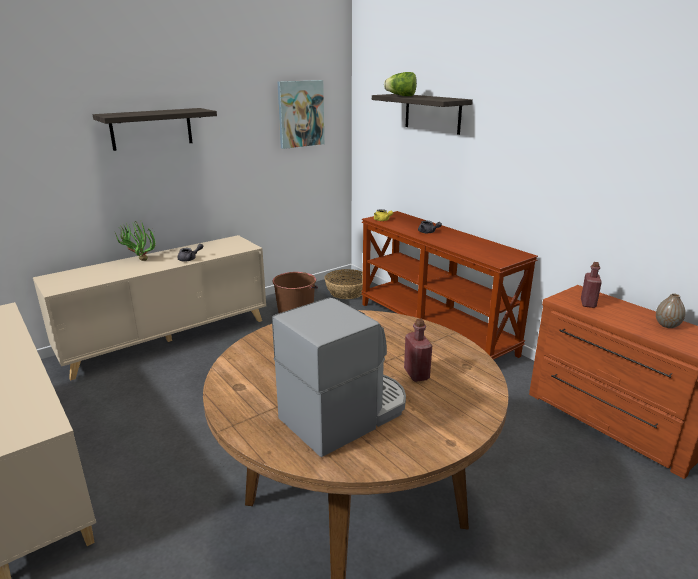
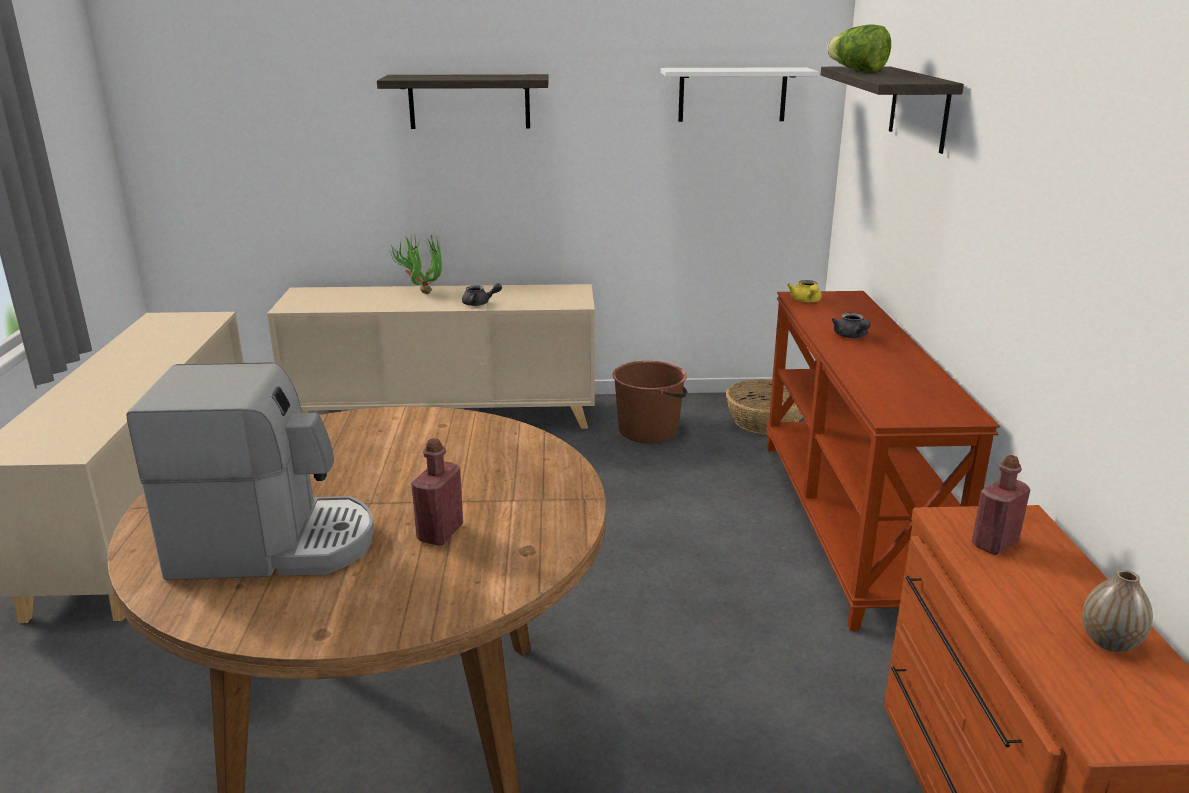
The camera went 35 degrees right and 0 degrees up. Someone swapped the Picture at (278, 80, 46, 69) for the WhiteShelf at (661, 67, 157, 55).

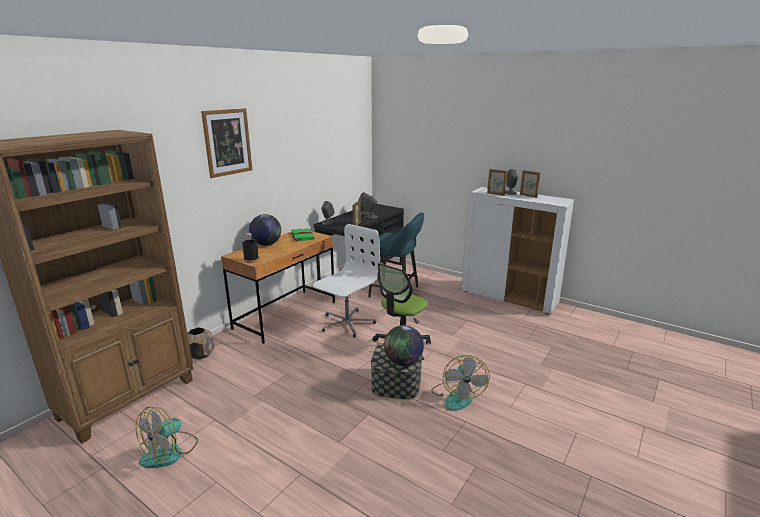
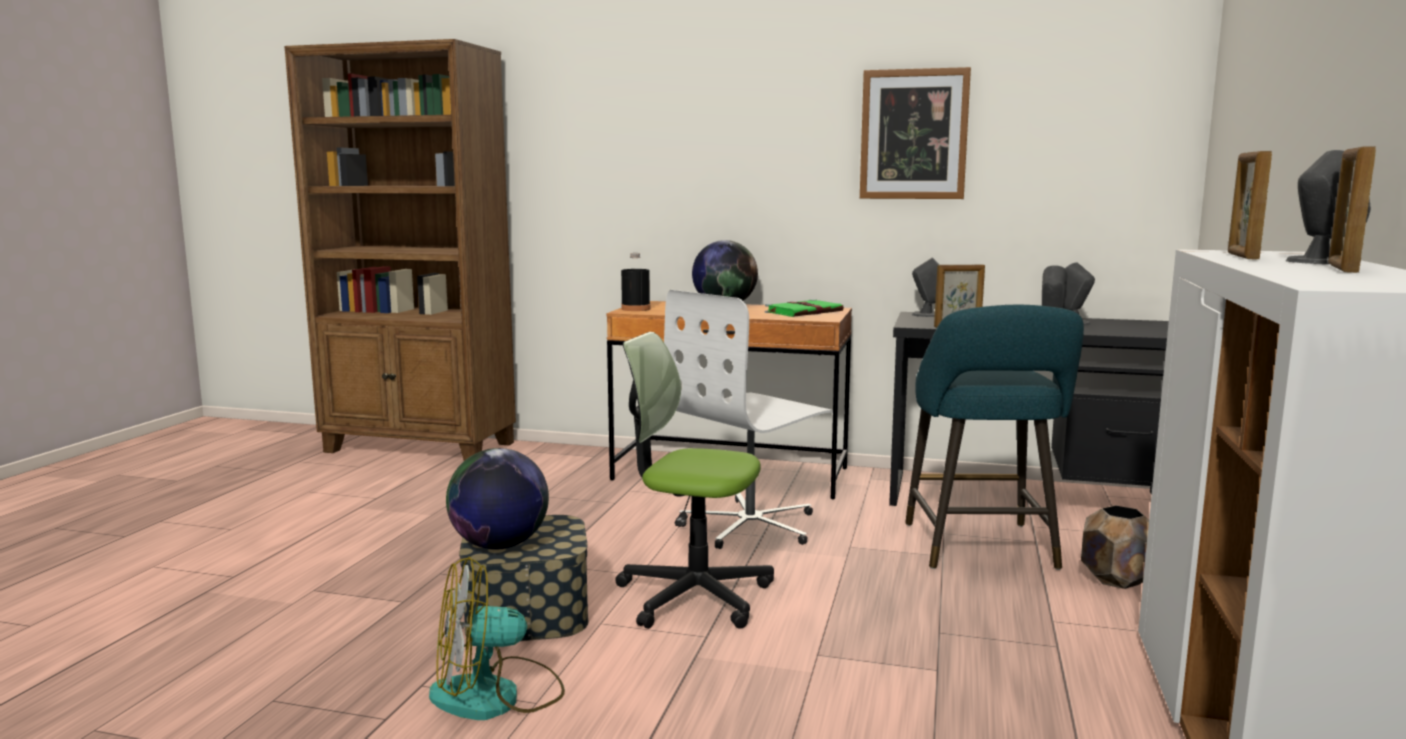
The camera went 70 degrees right and 10 degrees down. Someone carried the Picture from (201, 108, 51, 70) to (860, 67, 111, 132). Someone rotated the WhiteOfficeChair at (313, 224, 67, 113) by 120 degrees clockwise. Someone carried the BrownPlanter from (187, 327, 28, 33) to (1081, 505, 68, 84). Someone took away the Fan at (136, 407, 62, 61).

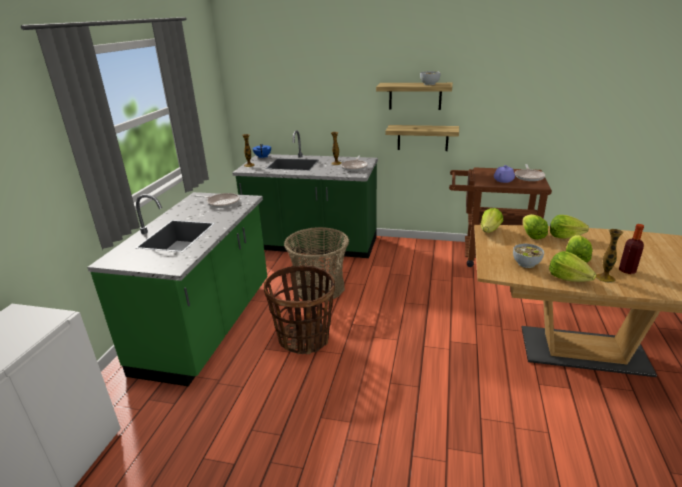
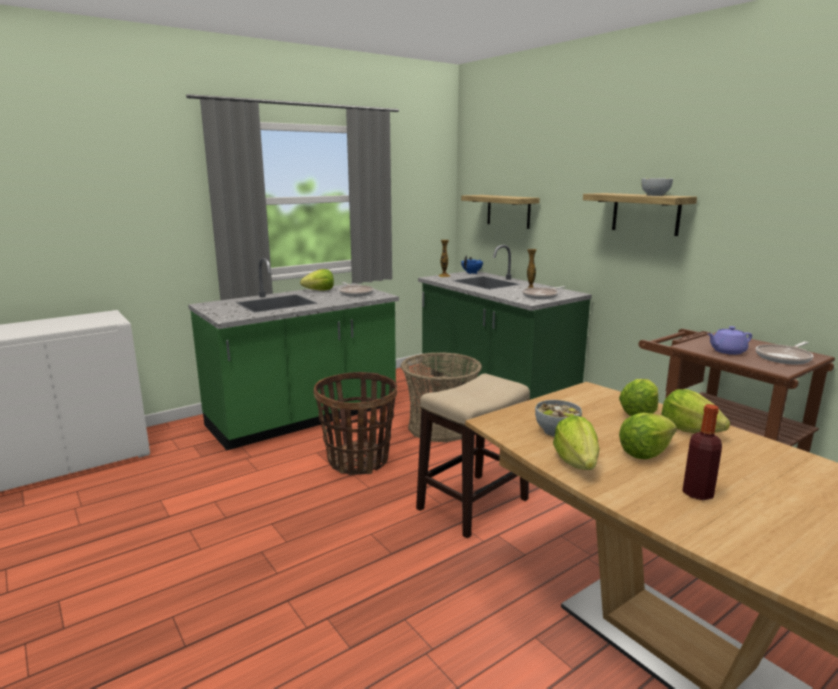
The camera went 40 degrees right and 10 degrees down. Someone carried the Shelf from (386, 125, 73, 26) to (461, 195, 79, 34). Someone carried the Lettuce from (481, 208, 22, 25) to (300, 269, 34, 22). Someone took away the Vase at (596, 229, 28, 54). Someone put down the Stool at (416, 373, 114, 165).

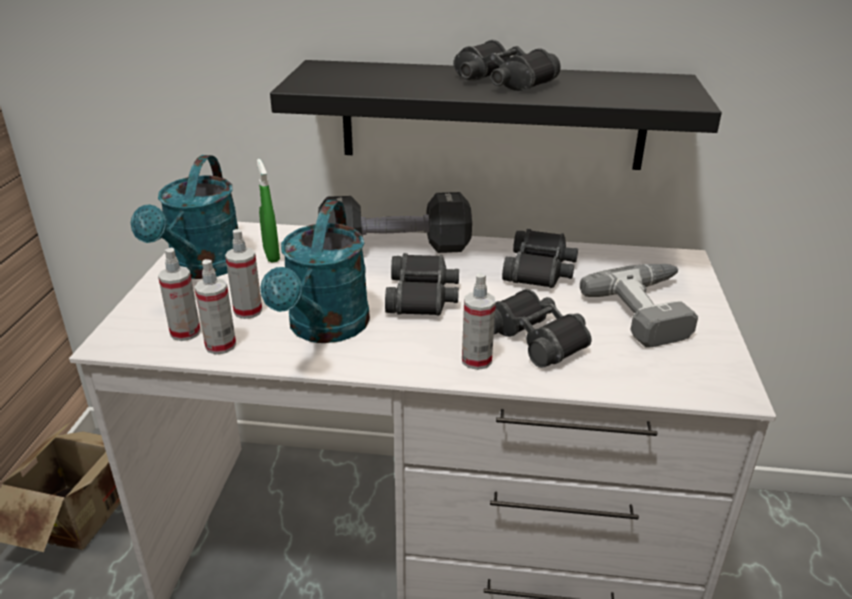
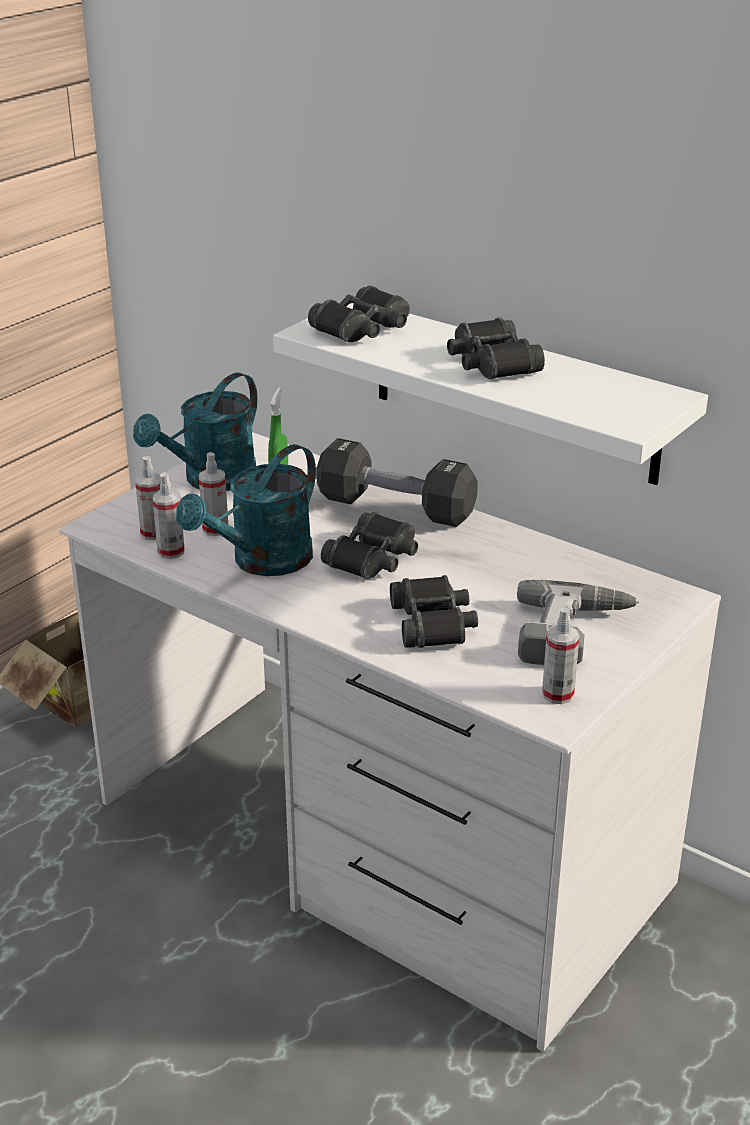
The camera went 30 degrees right and 0 degrees up. Someone repainted the BlackShelf at (270, 60, 452, 110), which became the WhiteShelf at (273, 303, 435, 182). Someone carried the BlackBinoculars from (502, 229, 76, 59) to (308, 286, 102, 56). Someone carried the SprayBottle from (462, 272, 34, 98) to (542, 607, 38, 97).

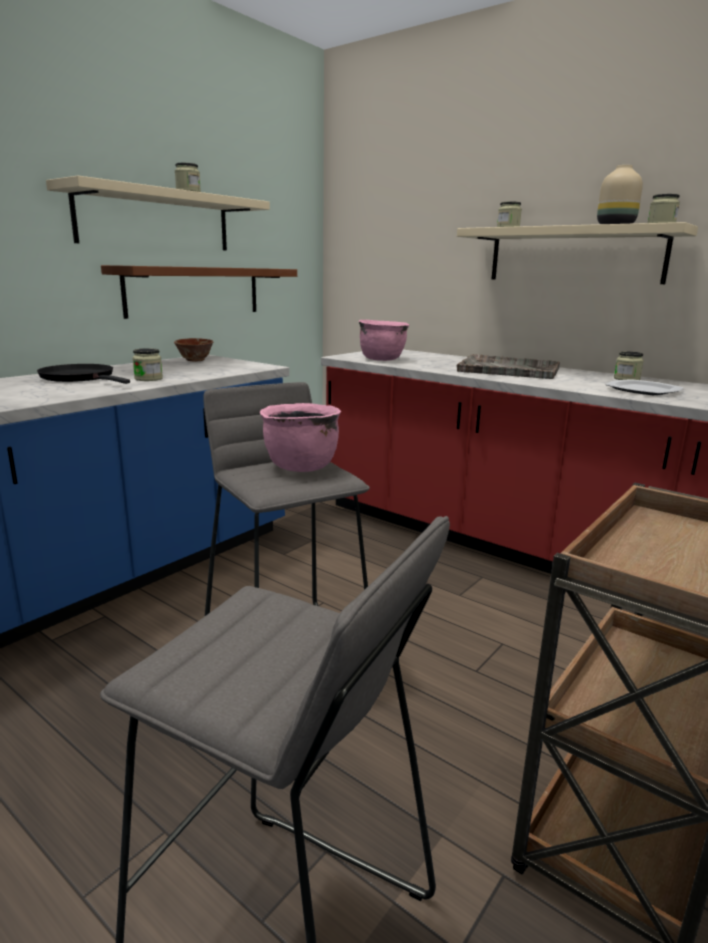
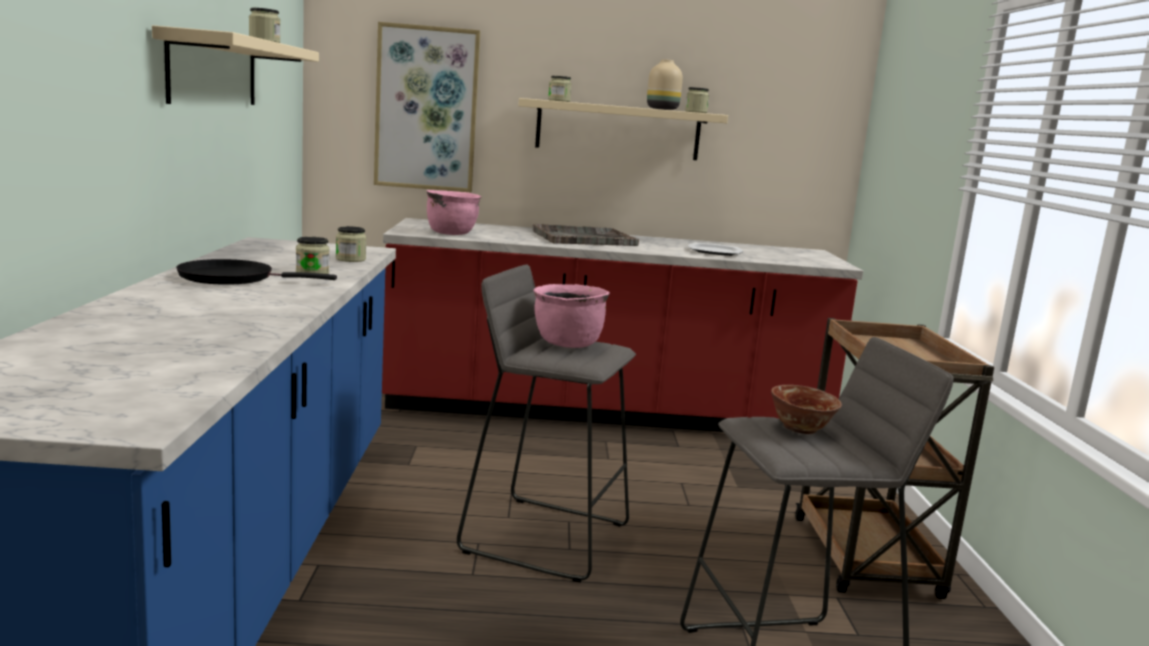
The camera went 40 degrees left and 5 degrees down. Someone took away the BrownShelf at (101, 265, 196, 54). Someone carried the Bowl from (174, 338, 39, 24) to (771, 385, 71, 49). Someone carried the Jar from (614, 351, 30, 29) to (336, 226, 31, 36). Someone put up the Picture at (374, 22, 106, 170).

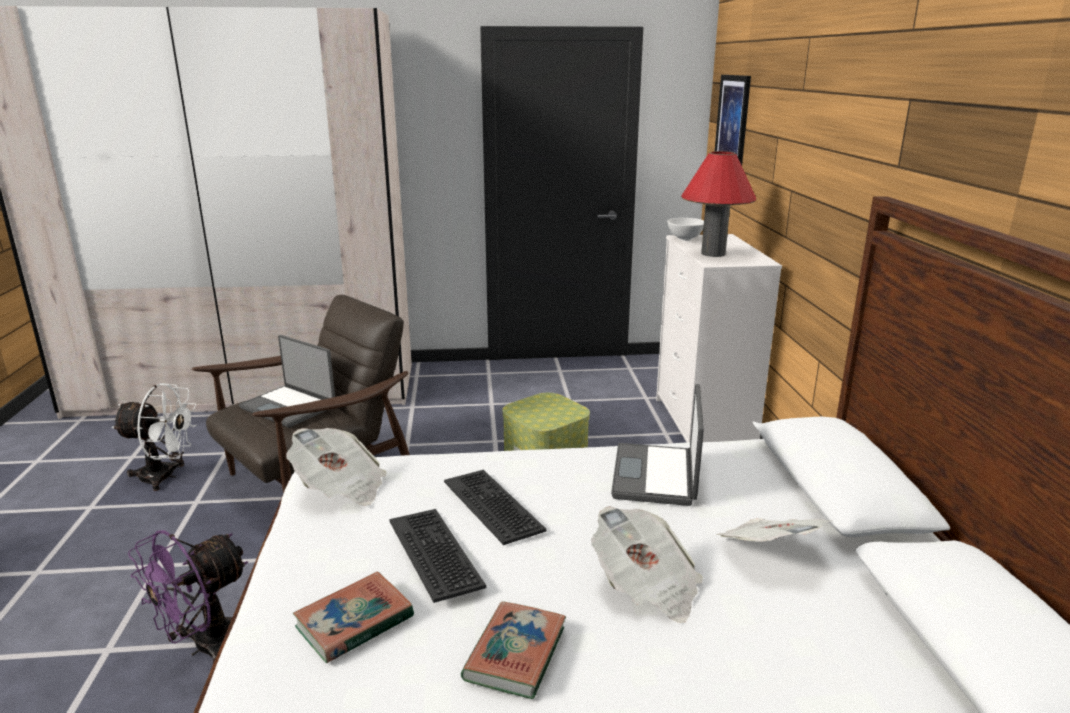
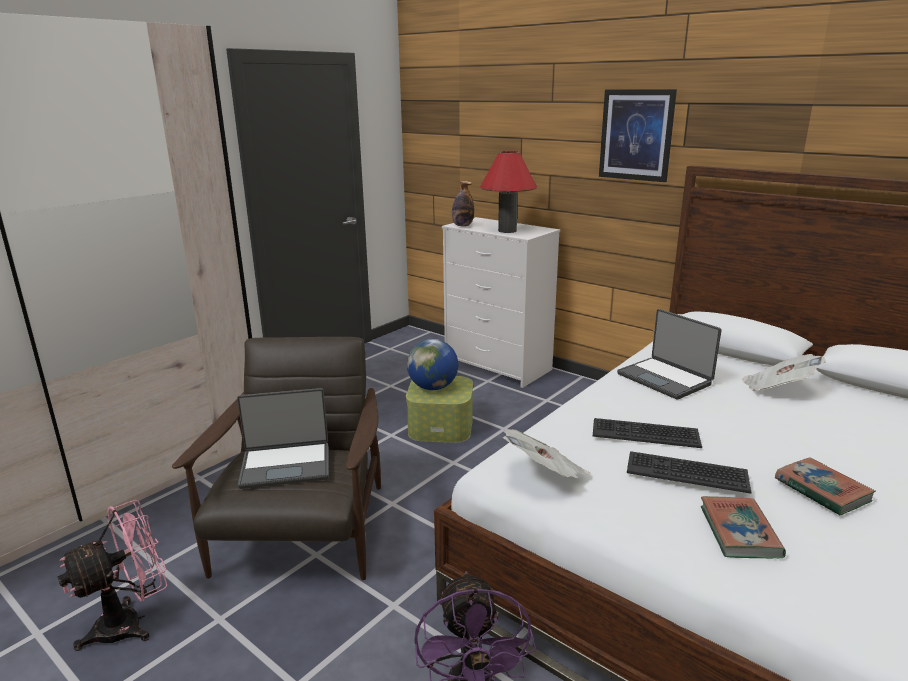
The camera went 45 degrees left and 0 degrees up. Someone carried the Picture from (715, 75, 36, 90) to (599, 89, 78, 93). Someone swapped the WhiteBowl at (667, 218, 37, 23) for the Bottle at (452, 181, 22, 46). Someone repainted the WhiteFan at (112, 383, 85, 108), which became the PinkFan at (57, 500, 110, 151). Someone took away the Newspaper at (591, 506, 112, 117). Someone put down the Globe at (407, 339, 51, 51).

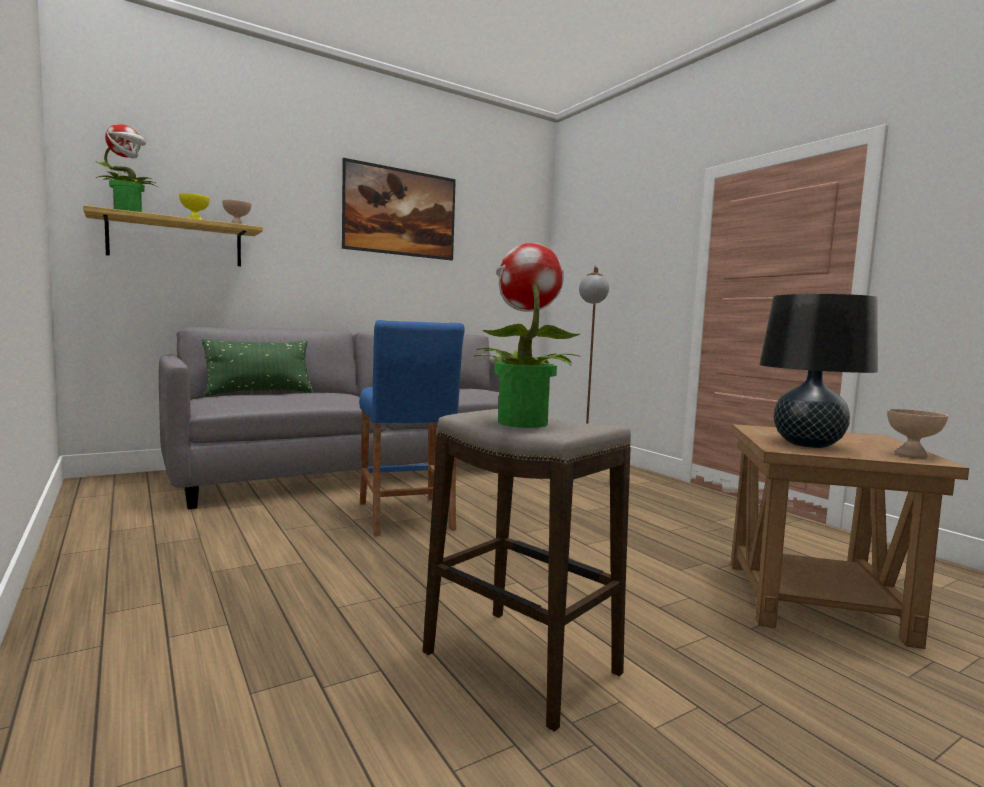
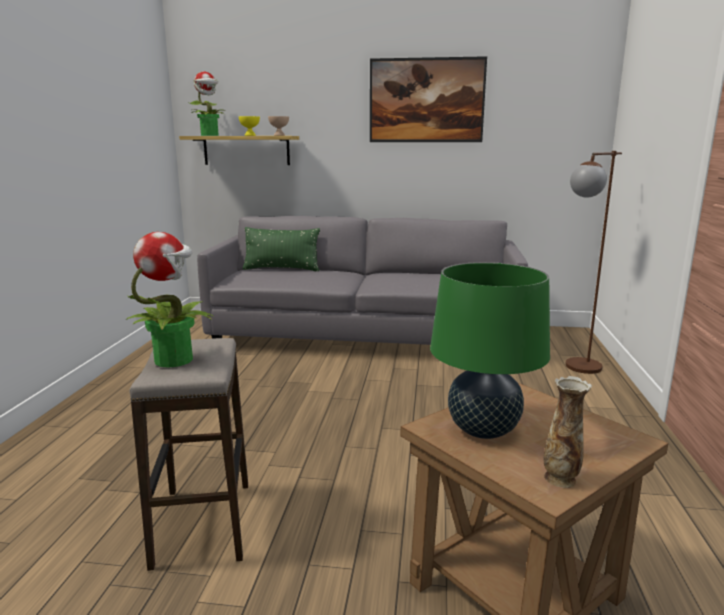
The camera went 40 degrees right and 10 degrees up. Someone repainted the BlackTableLamp at (759, 294, 119, 154), which became the GreenTableLamp at (430, 262, 120, 177). Someone took away the BlueStool at (359, 320, 106, 217). Someone swapped the BeigeBowl at (887, 409, 61, 49) for the Vase at (544, 376, 48, 112).

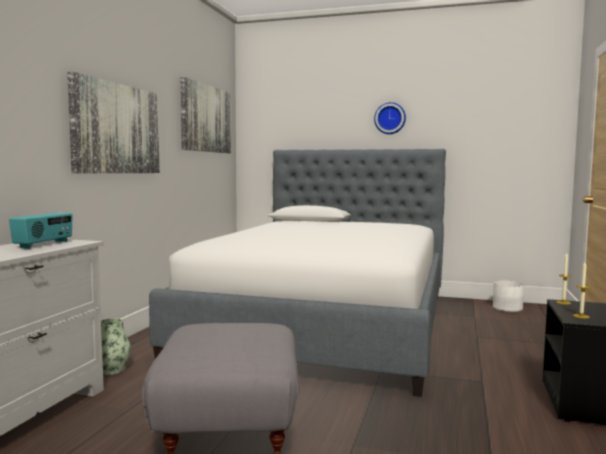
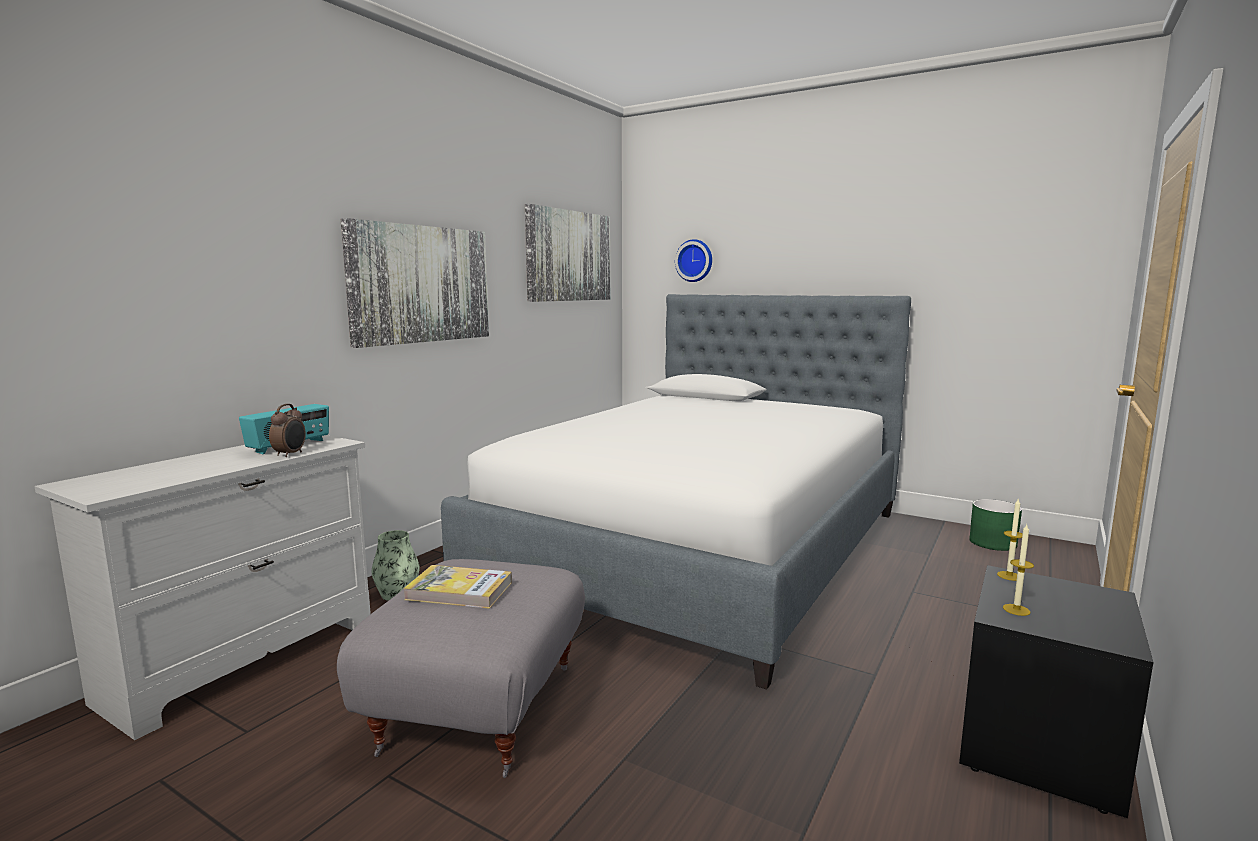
The camera went 15 degrees right and 5 degrees up. Someone carried the WallClock from (374, 102, 32, 32) to (675, 239, 37, 43). Someone repainted the WhitePlanter at (493, 280, 31, 32), which became the GreenPlanter at (969, 499, 53, 52). Someone put down the AlarmClock at (269, 404, 37, 53). Someone put down the Book at (403, 565, 109, 44).

